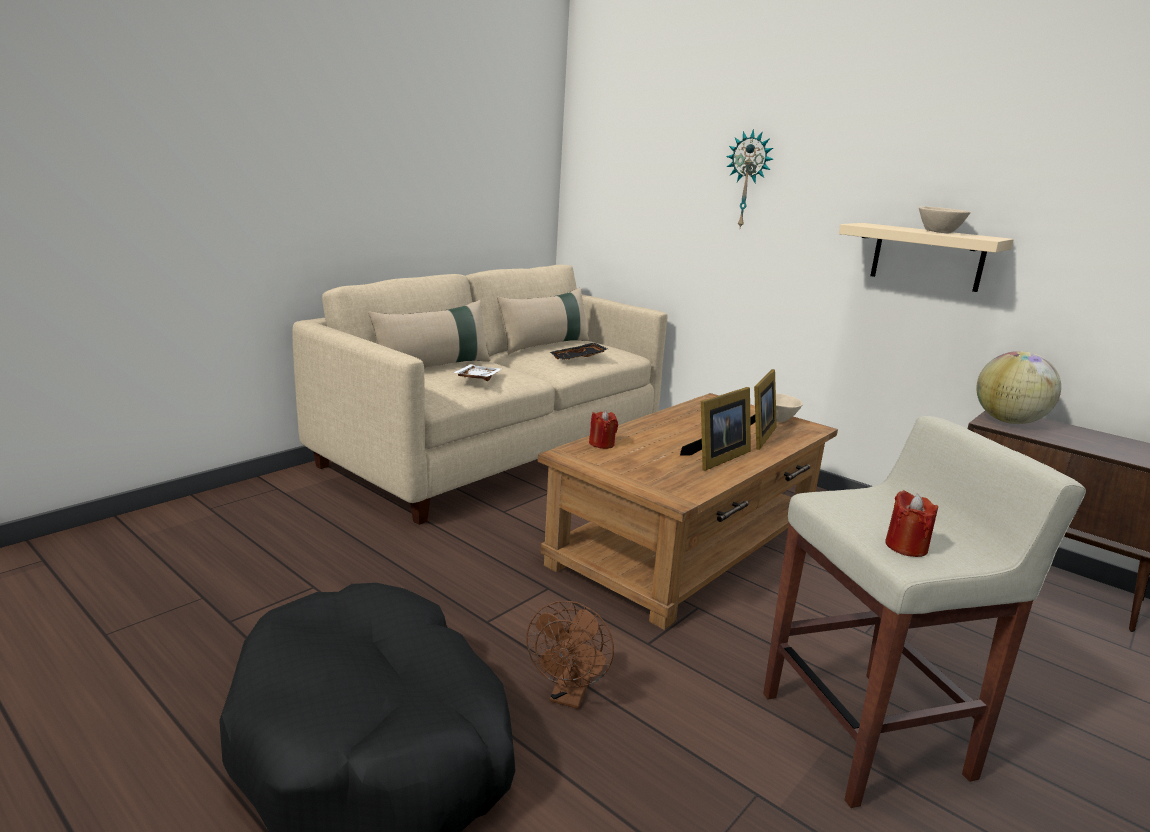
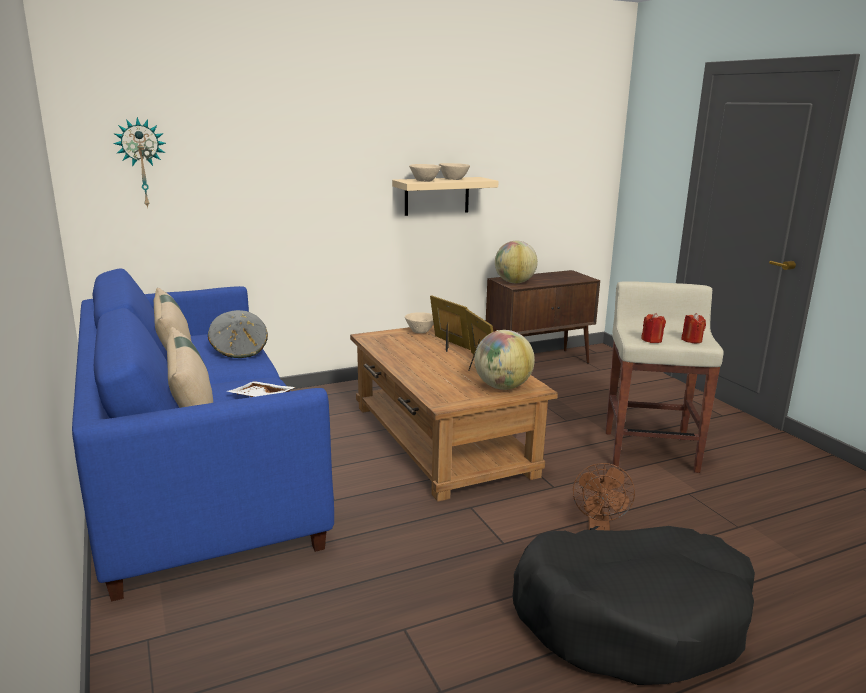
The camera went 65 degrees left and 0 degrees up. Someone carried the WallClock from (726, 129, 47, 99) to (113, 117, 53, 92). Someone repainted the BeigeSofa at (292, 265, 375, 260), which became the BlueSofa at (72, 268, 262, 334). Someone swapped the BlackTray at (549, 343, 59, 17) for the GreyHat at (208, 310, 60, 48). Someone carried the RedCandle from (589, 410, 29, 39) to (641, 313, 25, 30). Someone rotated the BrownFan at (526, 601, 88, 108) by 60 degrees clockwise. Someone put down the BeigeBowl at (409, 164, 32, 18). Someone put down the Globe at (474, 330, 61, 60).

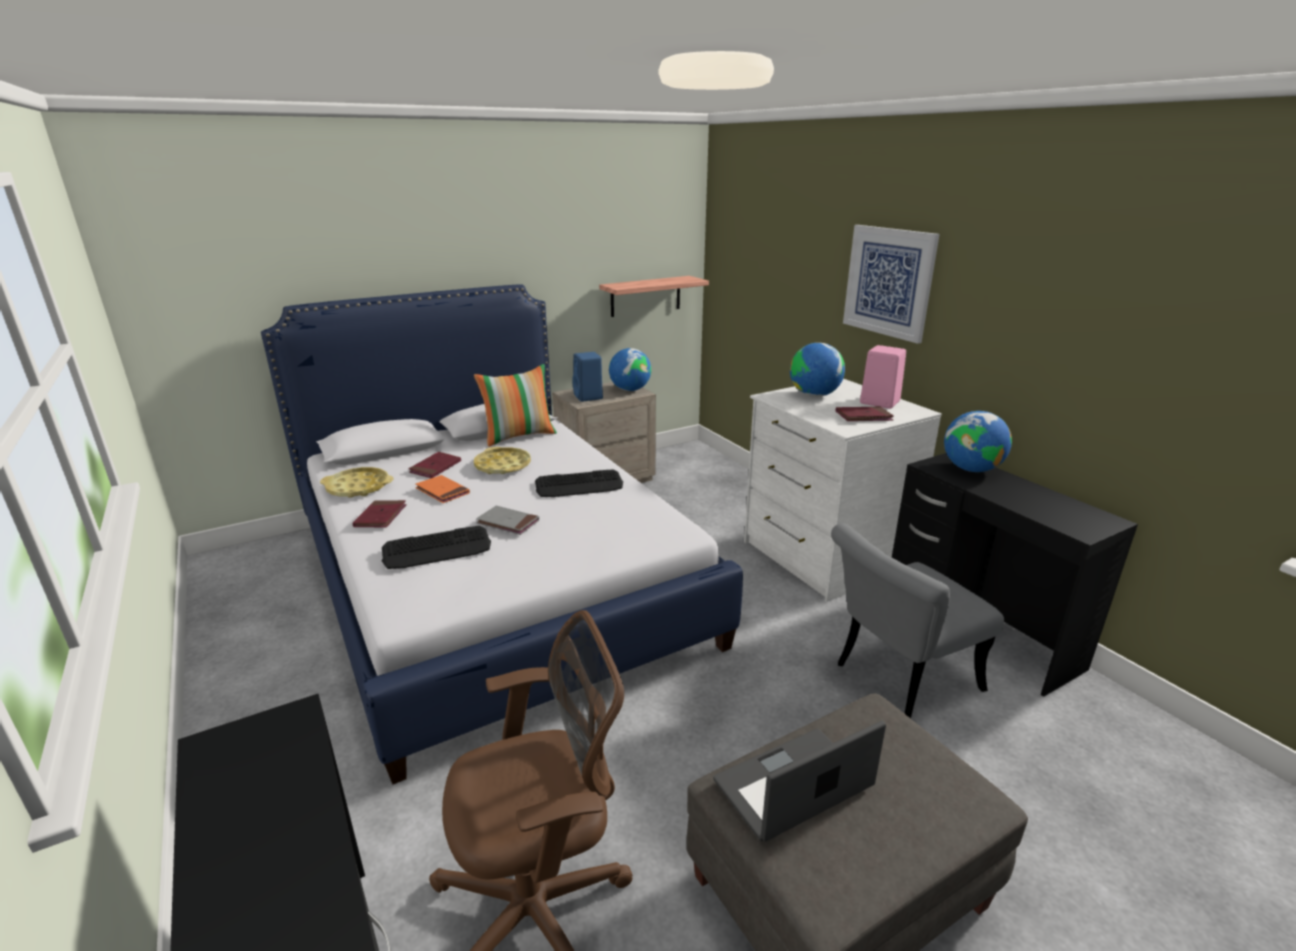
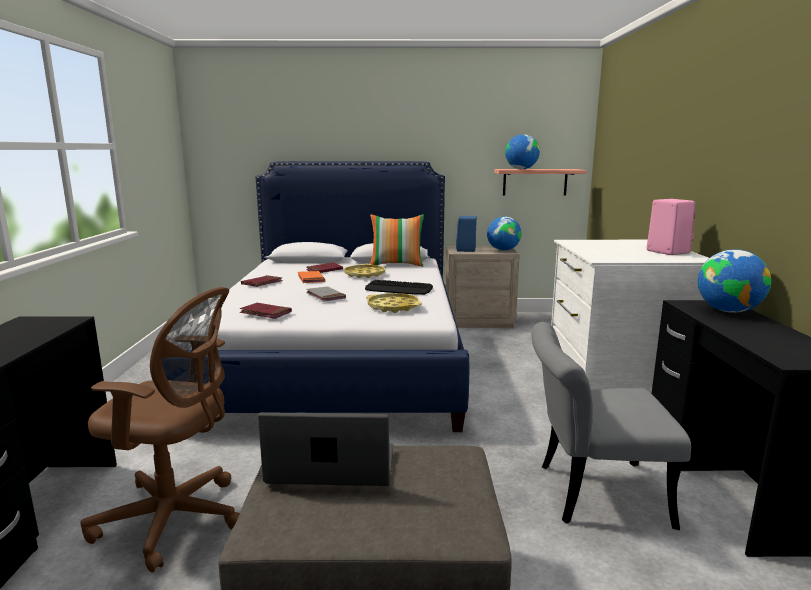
The camera went 30 degrees right and 10 degrees down. Someone took away the Picture at (843, 225, 97, 119). Someone carried the Globe from (790, 343, 55, 54) to (505, 134, 35, 35). Someone carried the RedBook from (836, 406, 58, 15) to (240, 303, 52, 16). Someone carried the YellowTray from (320, 467, 73, 31) to (366, 293, 56, 20). Someone took away the Keyboard at (382, 526, 109, 43).

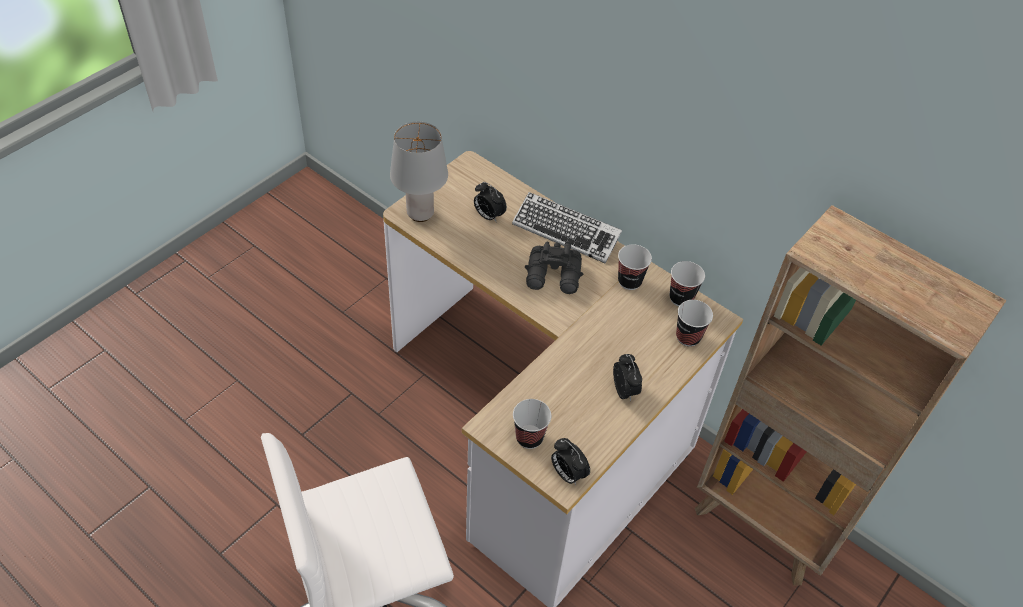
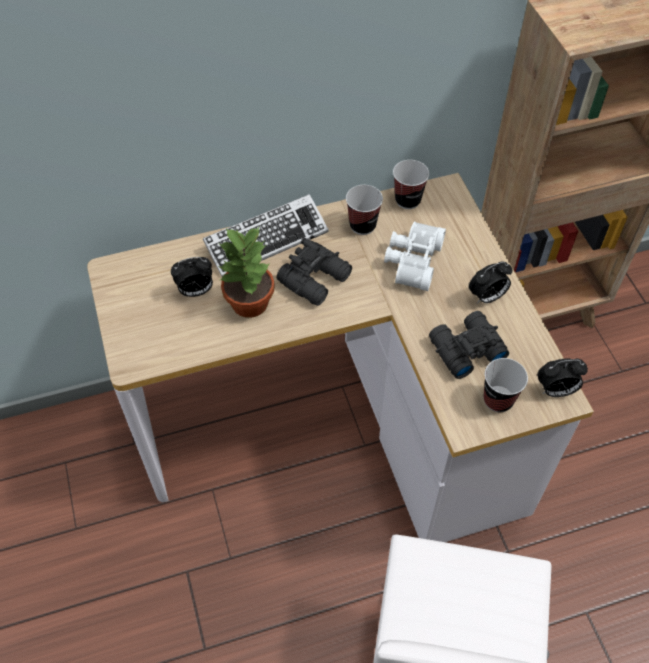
The camera went 55 degrees left and 5 degrees up. Someone took away the GreyTableLamp at (390, 122, 58, 100). Someone took away the Cup at (676, 300, 37, 47). Someone rotated the AlarmClock at (613, 354, 29, 47) by 135 degrees clockwise. Someone put down the WhiteBinoculars at (384, 221, 62, 70). Someone put down the PottedPlant at (218, 226, 56, 92). Someone put down the BlackBinoculars at (429, 311, 80, 68).

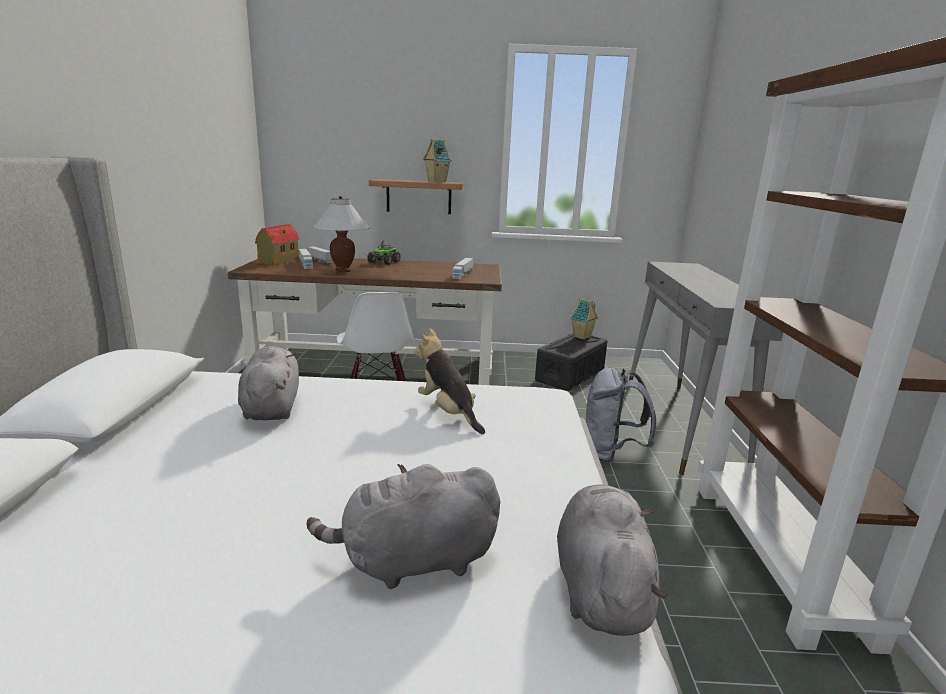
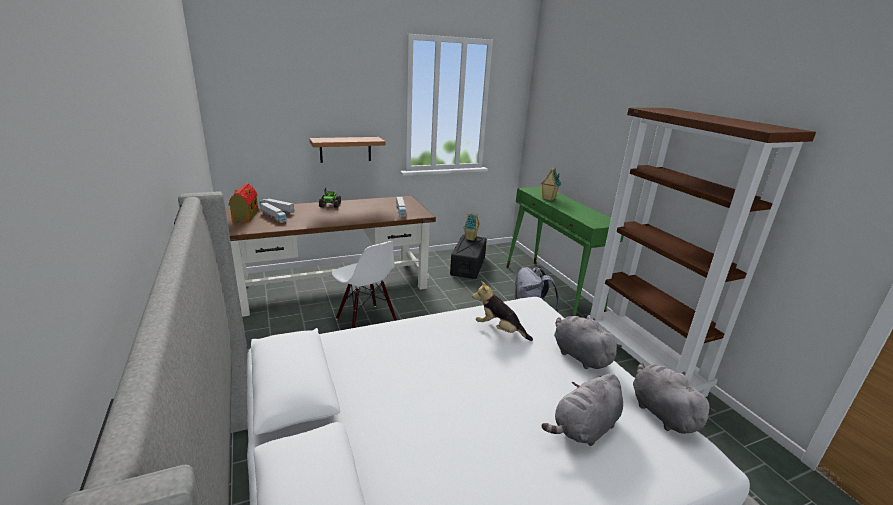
The camera went 25 degrees left and 5 degrees up. Someone carried the ToyHouse from (423, 139, 29, 43) to (540, 168, 21, 33). Someone took away the WhiteTableLamp at (313, 196, 57, 77). Someone repainted the GreyConsoleTable at (629, 261, 154, 214), which became the GreenConsoleTable at (506, 187, 118, 129). Someone carried the GreyPlushToy from (238, 346, 61, 74) to (554, 316, 68, 53).

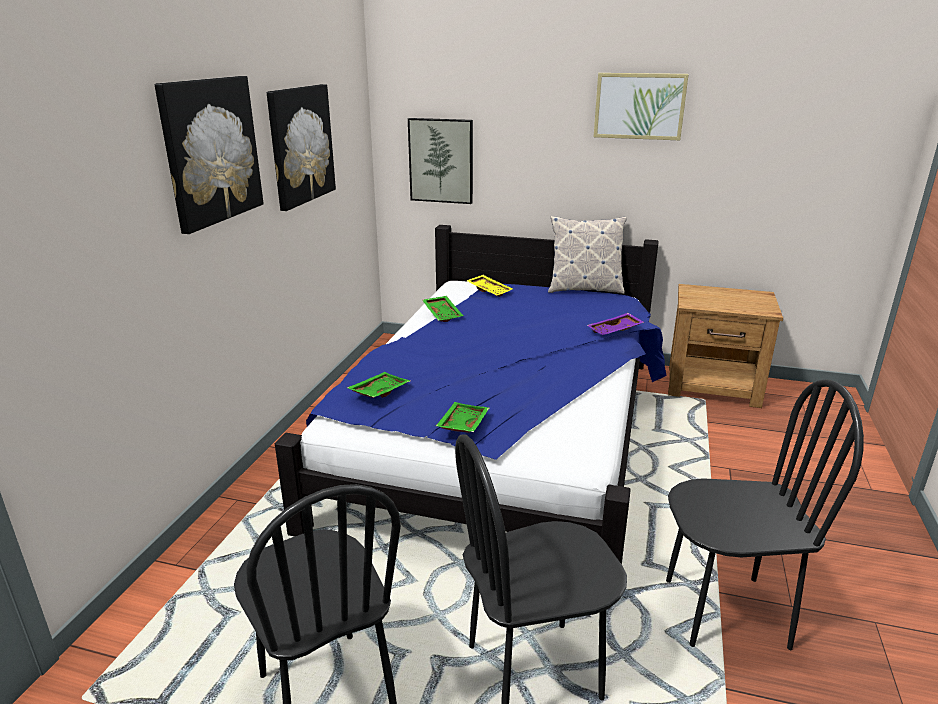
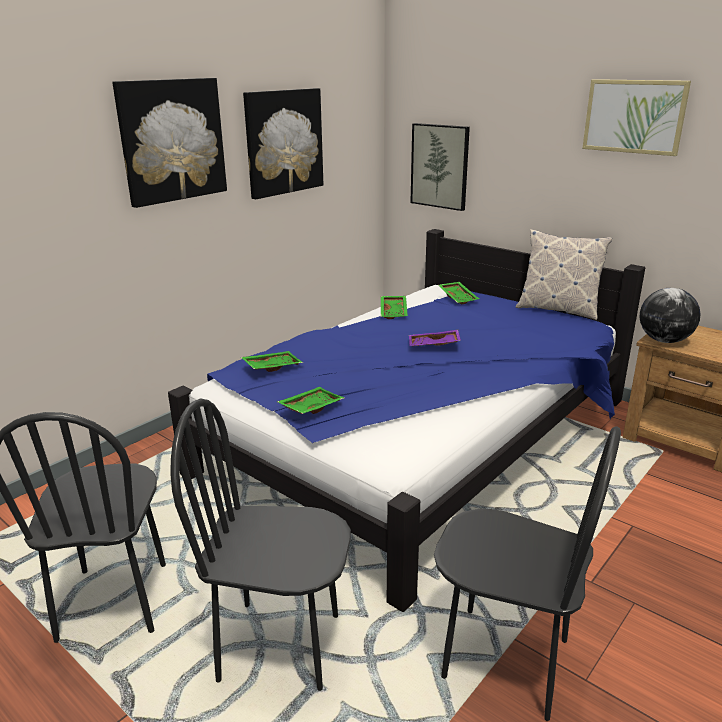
The camera went 25 degrees right and 0 degrees up. Someone repainted the YellowTray at (466, 275, 47, 22), which became the GreenTray at (439, 282, 40, 22). Someone carried the PurpleTray from (587, 313, 57, 22) to (409, 330, 52, 16). Someone put down the Globe at (639, 288, 61, 55).

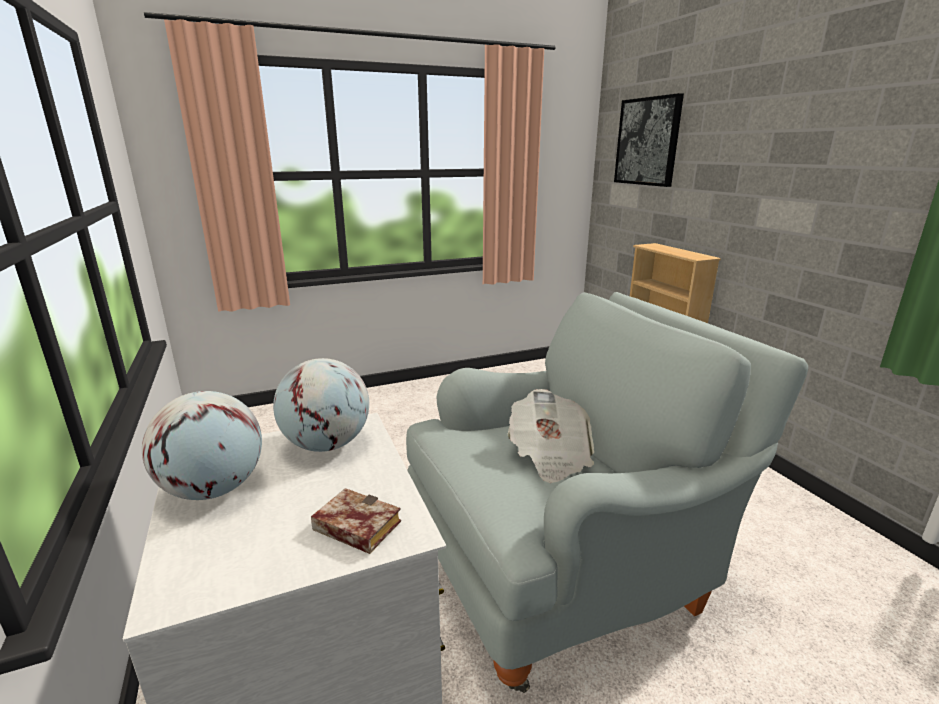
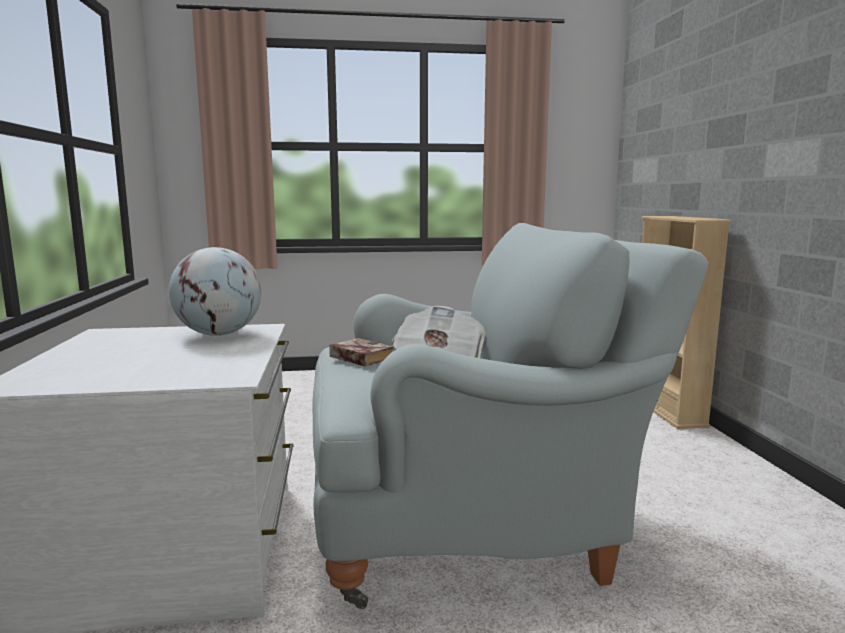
The camera went 15 degrees right and 10 degrees down. Someone took away the Picture at (614, 93, 70, 94). Someone took away the Globe at (142, 391, 120, 109). Someone carried the Book from (311, 488, 90, 66) to (329, 338, 65, 29).

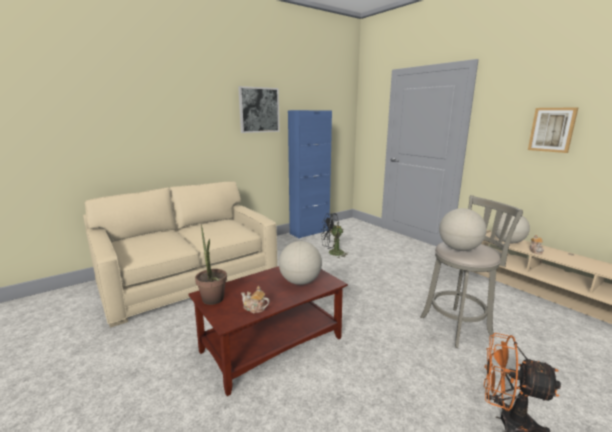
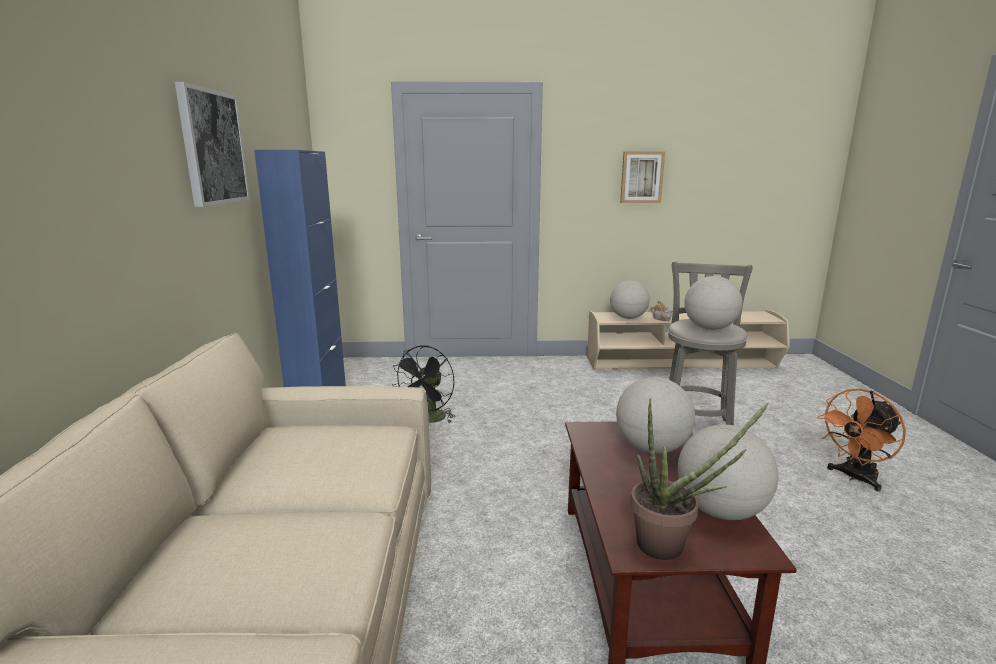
The camera went 55 degrees left and 0 degrees up. Someone swapped the Teapot at (241, 286, 29, 27) for the Globe at (678, 424, 100, 96).

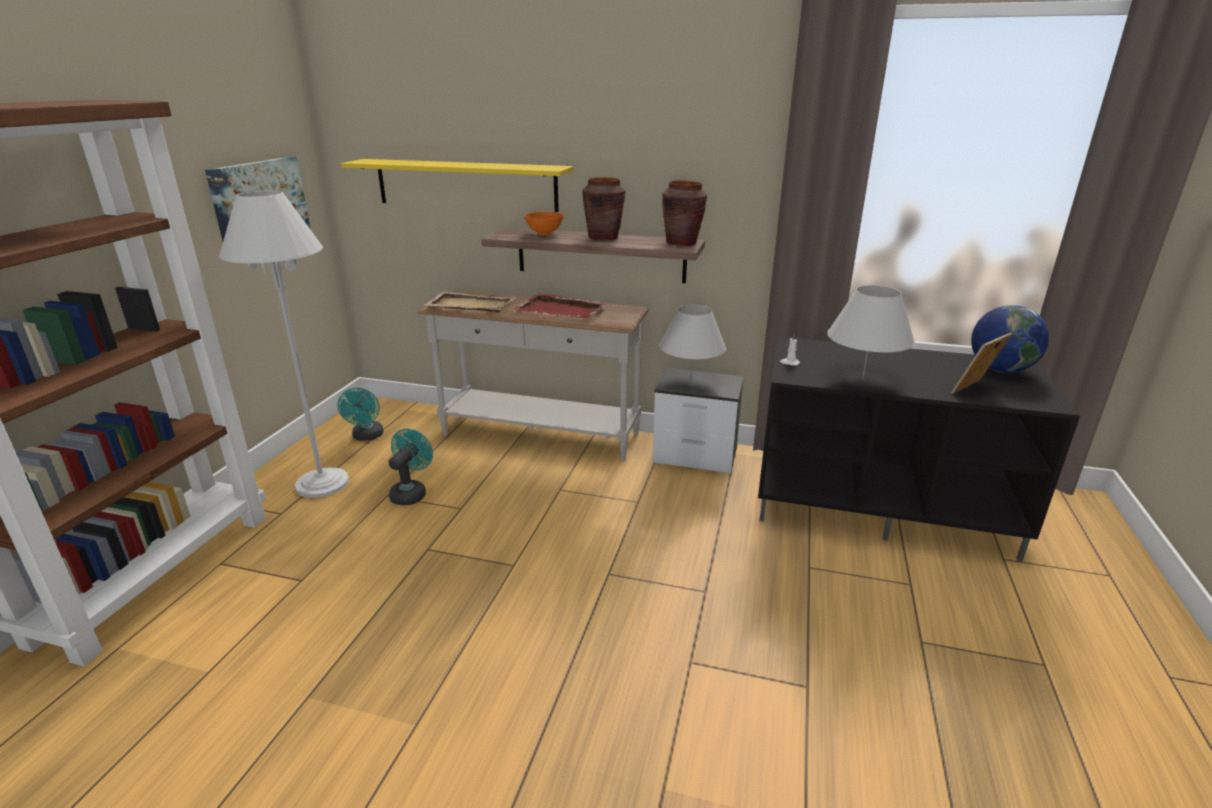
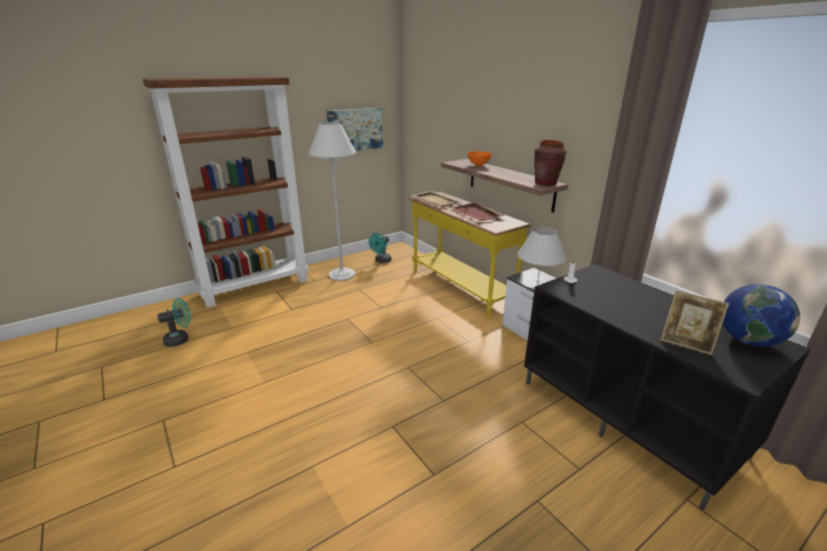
The camera went 40 degrees right and 0 degrees up. Someone took away the YellowShelf at (341, 159, 232, 53). Someone took away the BrownVase at (582, 177, 44, 63). Someone took away the WhiteTableLamp at (827, 285, 88, 94). Someone repainted the WhiteConsoleTable at (417, 290, 232, 171), which became the YellowConsoleTable at (408, 192, 123, 126). Someone rotated the PictureFrame at (951, 333, 61, 61) by 150 degrees counterclockwise. Someone carried the TurquoiseFan from (388, 429, 45, 76) to (157, 298, 33, 49).

